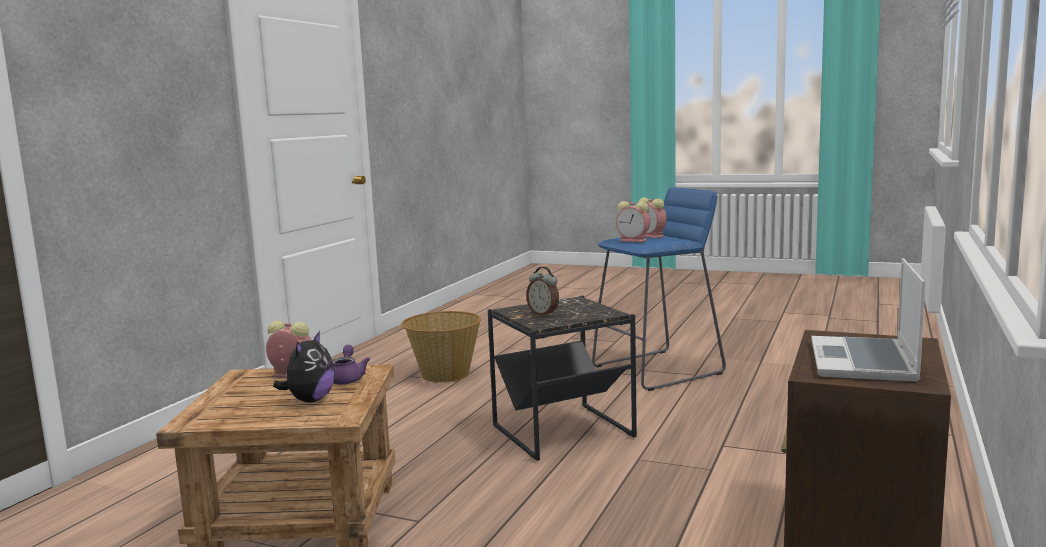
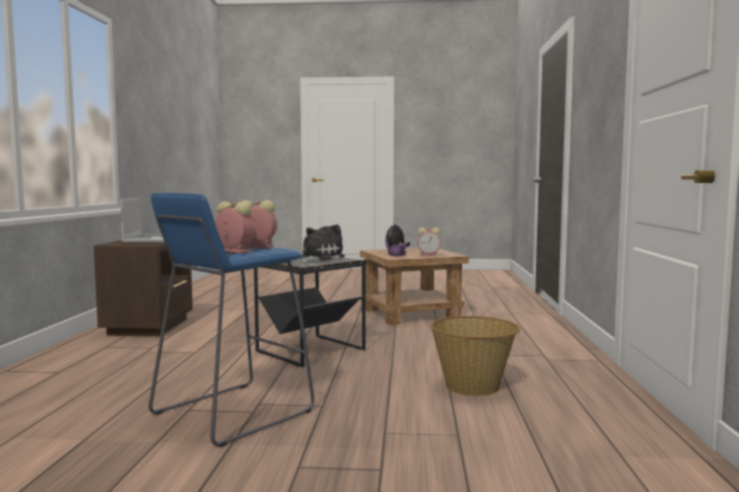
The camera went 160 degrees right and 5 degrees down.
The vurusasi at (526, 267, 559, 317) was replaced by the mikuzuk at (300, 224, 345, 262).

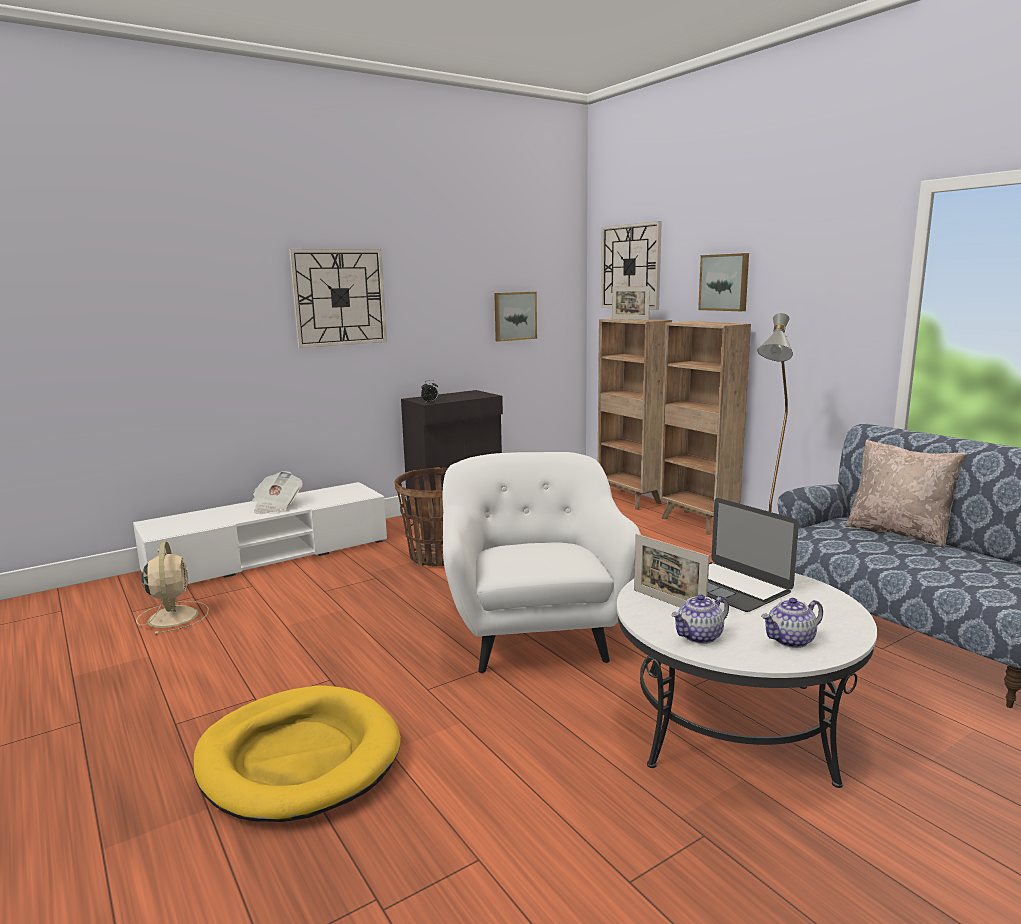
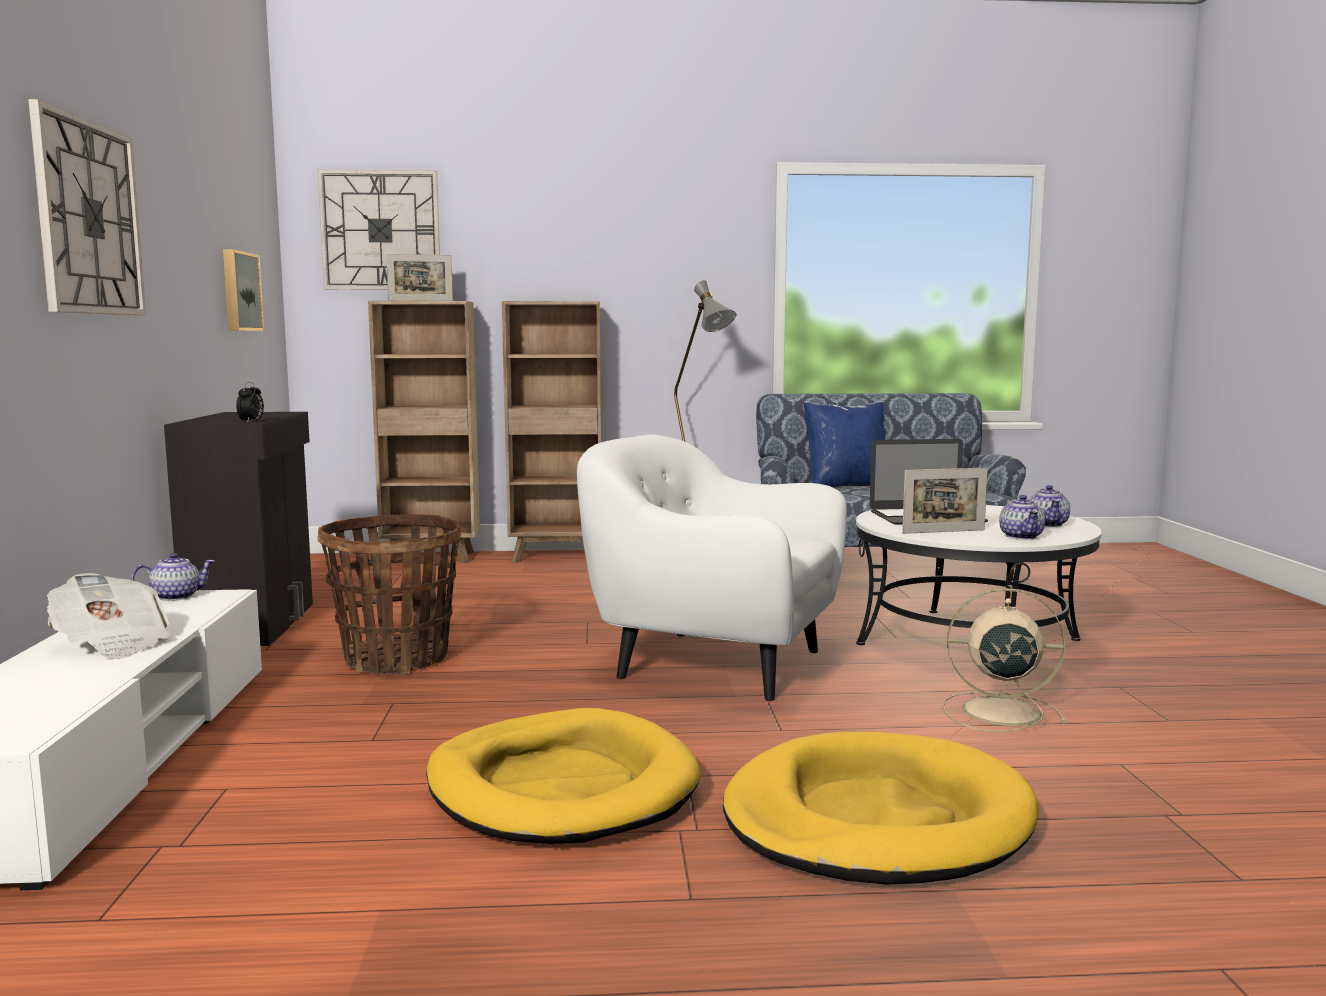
The camera went 60 degrees left and 5 degrees down.
The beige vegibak moved from (136, 541, 209, 635) to (942, 588, 1067, 732).
The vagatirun at (698, 253, 749, 311) disappeared.
The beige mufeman at (845, 439, 967, 549) became the blue mufeman at (803, 401, 886, 487).
The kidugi at (131, 553, 215, 601) appeared.
The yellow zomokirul at (426, 708, 700, 844) appeared.

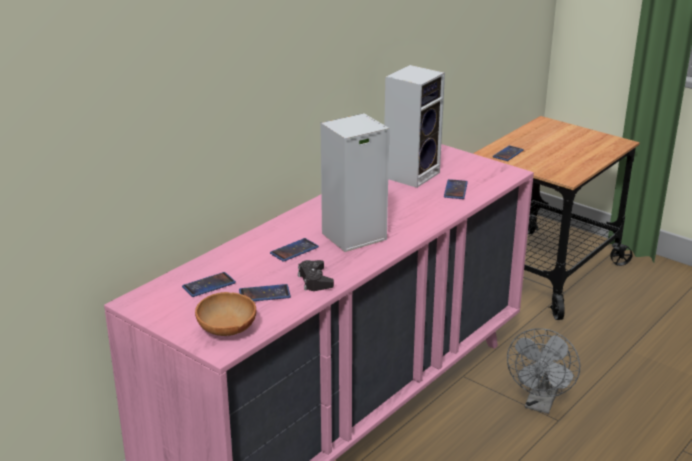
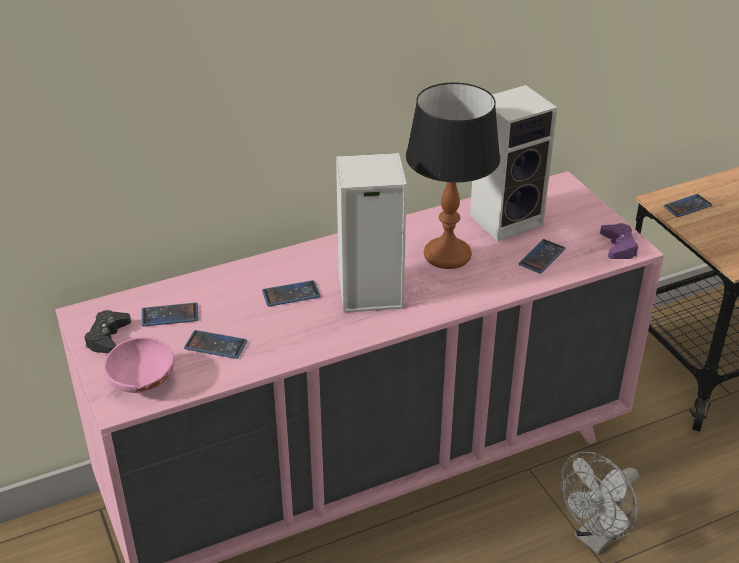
The camera went 25 degrees right and 10 degrees up.
The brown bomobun at (195, 292, 256, 336) became the pink bomobun at (104, 337, 175, 393).
The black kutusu moved from (298, 260, 334, 291) to (85, 310, 131, 353).
The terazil at (406, 82, 500, 269) appeared.
The purple kutusu at (600, 223, 638, 259) appeared.

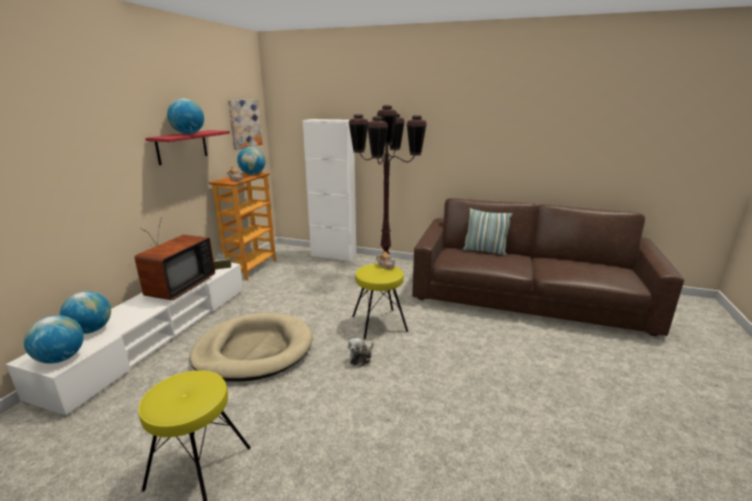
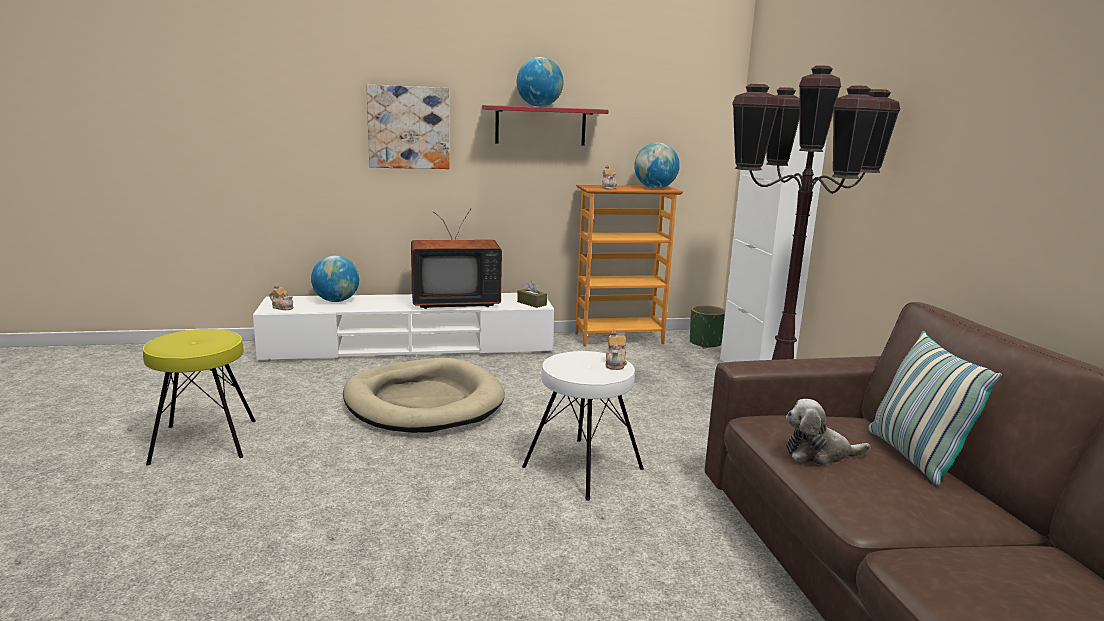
The camera went 60 degrees right and 5 degrees down.
The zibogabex at (24, 315, 84, 364) was replaced by the kidugi at (269, 284, 294, 310).
The vagatirun moved from (228, 99, 262, 150) to (366, 85, 449, 169).
The mikuzuk moved from (348, 338, 374, 367) to (786, 399, 870, 466).
The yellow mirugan at (352, 264, 408, 340) became the white mirugan at (522, 351, 644, 501).
The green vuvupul at (690, 305, 725, 348) appeared.

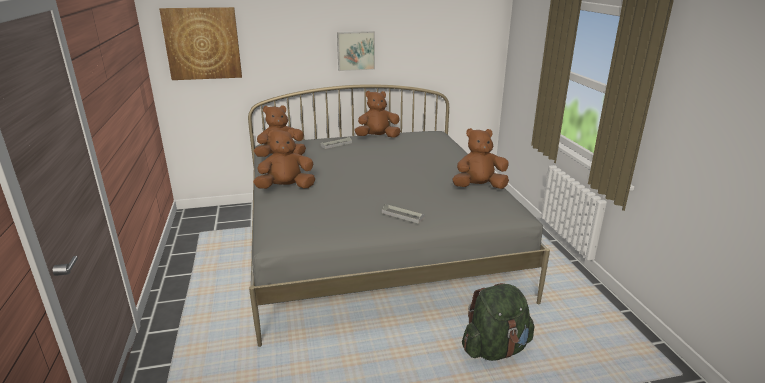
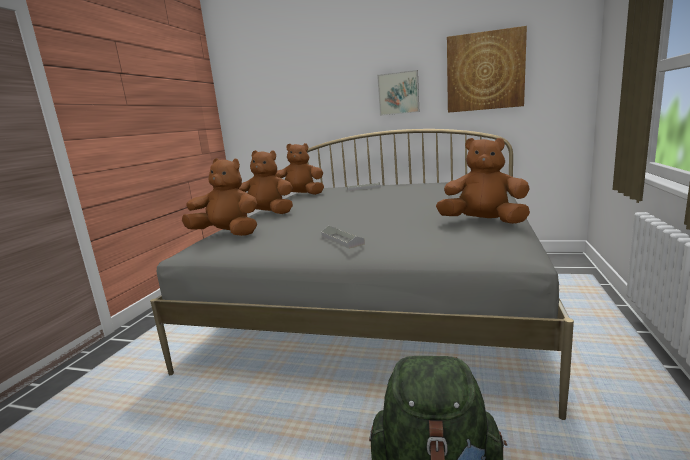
The camera went 30 degrees right and 10 degrees down.
The vagatirun moved from (159, 7, 242, 80) to (447, 26, 527, 113).
The brown mikuzuk moved from (355, 91, 401, 138) to (182, 158, 257, 236).

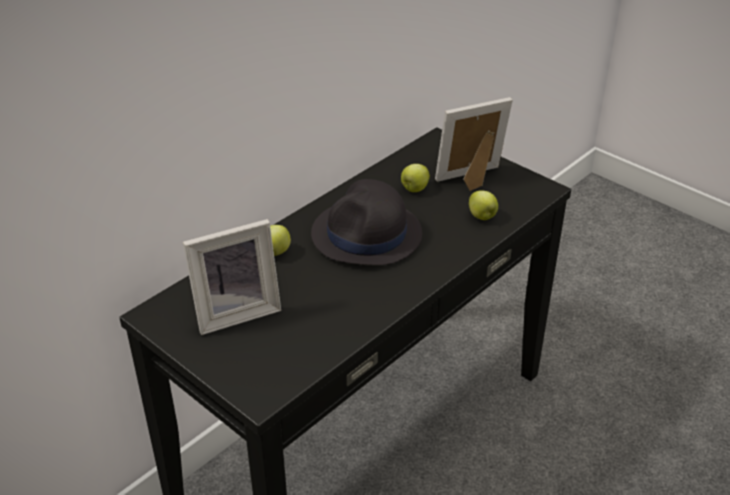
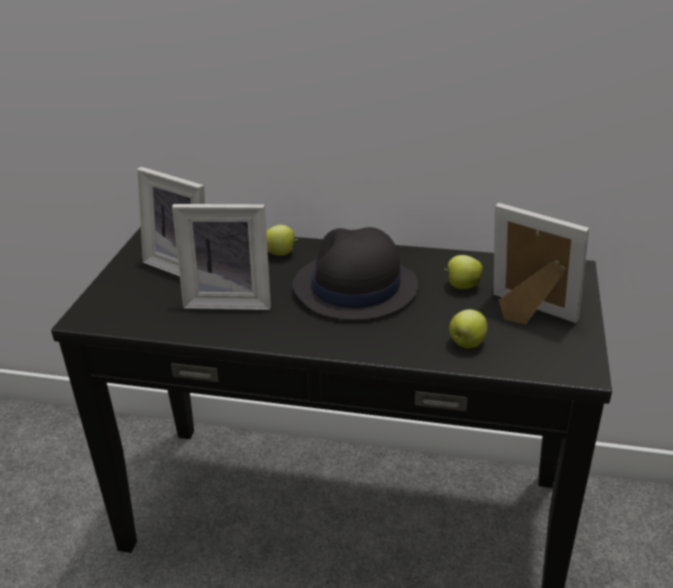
The camera went 60 degrees right and 5 degrees down.
The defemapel at (172, 204, 271, 310) appeared.

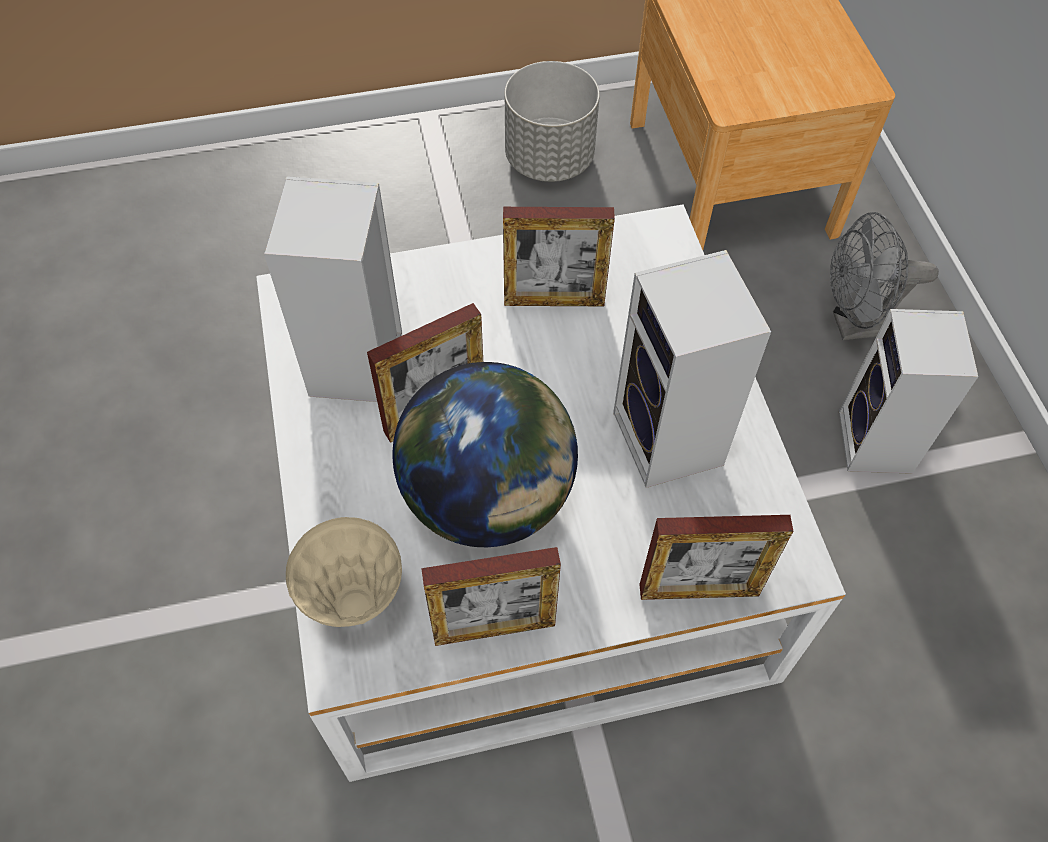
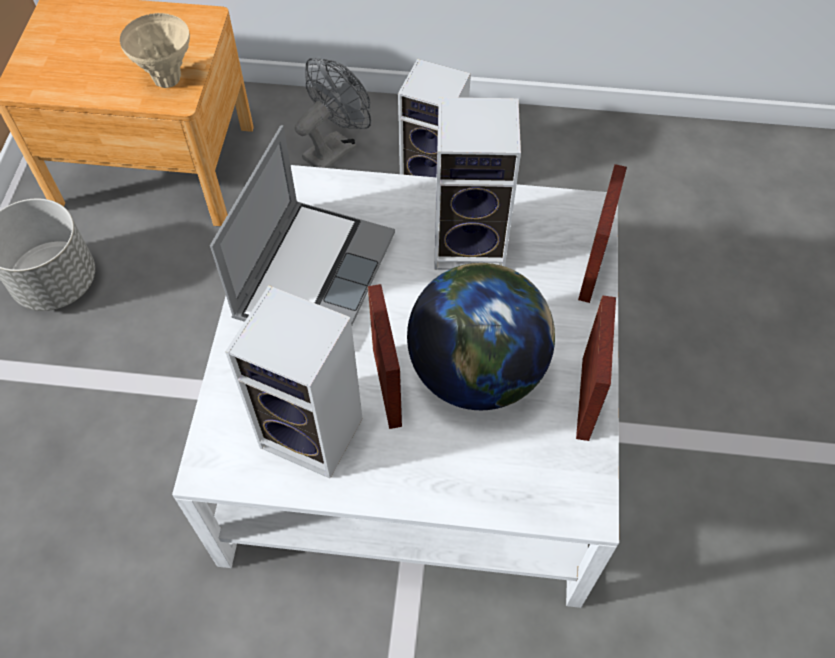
The camera went 70 degrees left and 0 degrees up.
The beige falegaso moved from (286, 517, 402, 627) to (120, 13, 190, 88).
The defemapel at (503, 207, 615, 306) was replaced by the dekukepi at (210, 125, 395, 325).
The grey vegibak at (830, 212, 939, 340) turned 150 degrees counterclockwise.

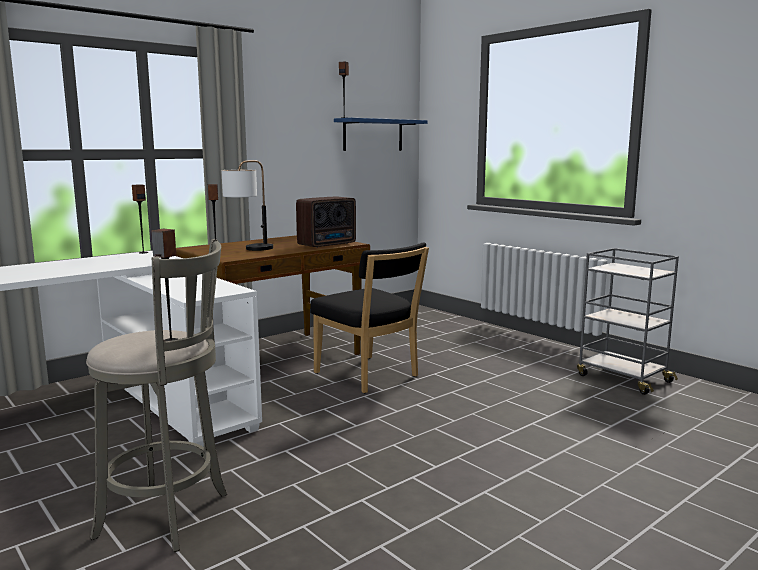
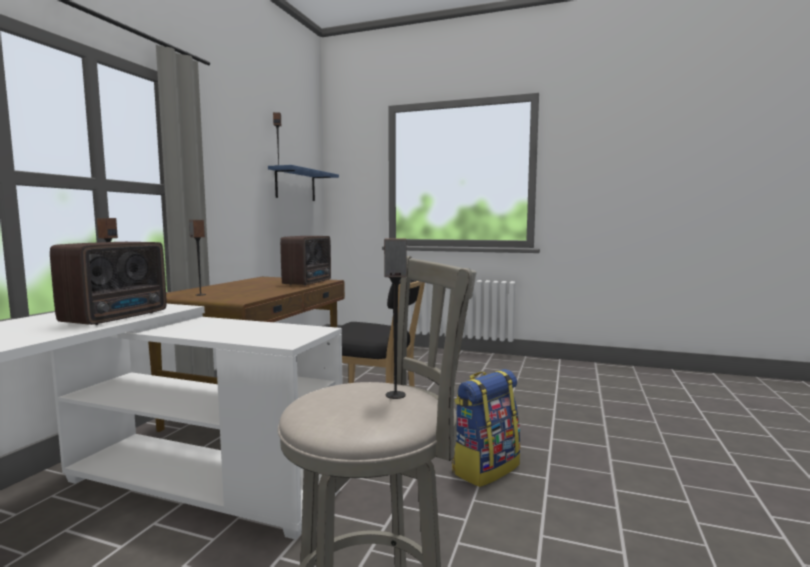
The camera went 30 degrees left and 5 degrees down.
The terazil at (221, 160, 273, 251) disappeared.
The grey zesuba at (577, 248, 679, 395) disappeared.
The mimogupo at (50, 242, 166, 325) appeared.
The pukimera at (452, 369, 521, 487) appeared.

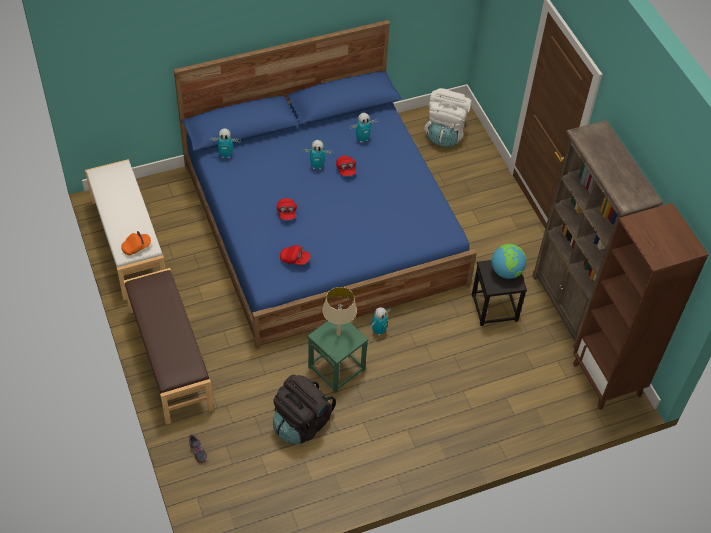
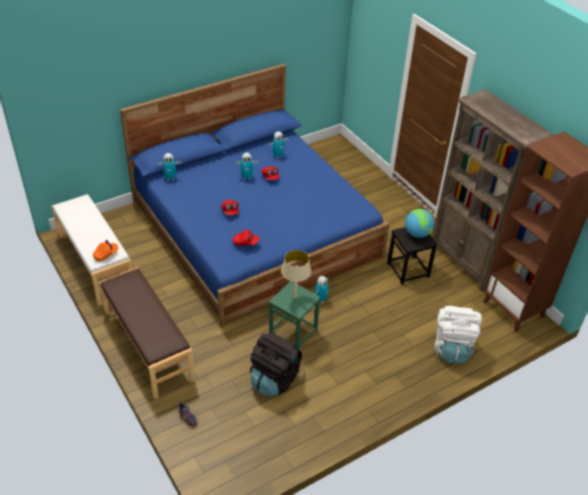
The camera went 10 degrees left and 10 degrees down.
The white pukimera moved from (424, 88, 472, 147) to (434, 306, 482, 364).

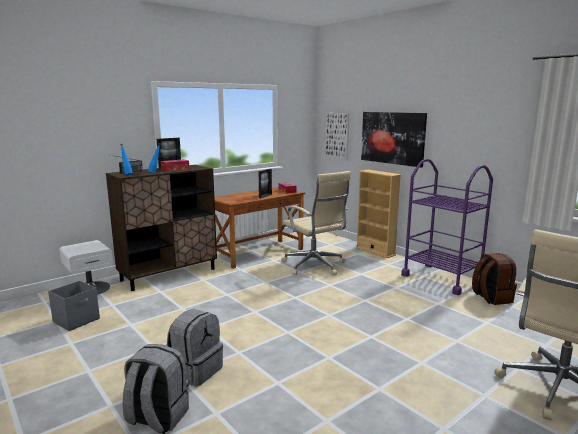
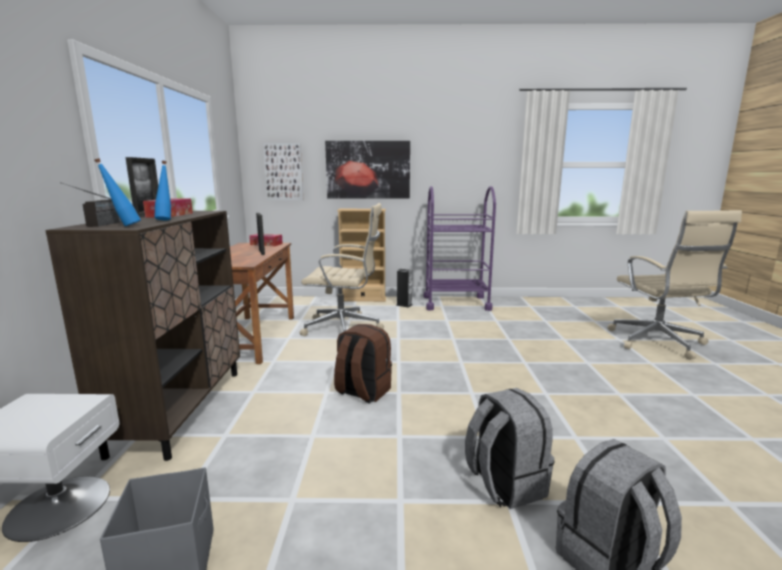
The camera went 50 degrees left and 0 degrees up.
The brown pukimera moved from (472, 253, 517, 305) to (334, 324, 392, 403).
The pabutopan at (396, 269, 413, 308) appeared.

